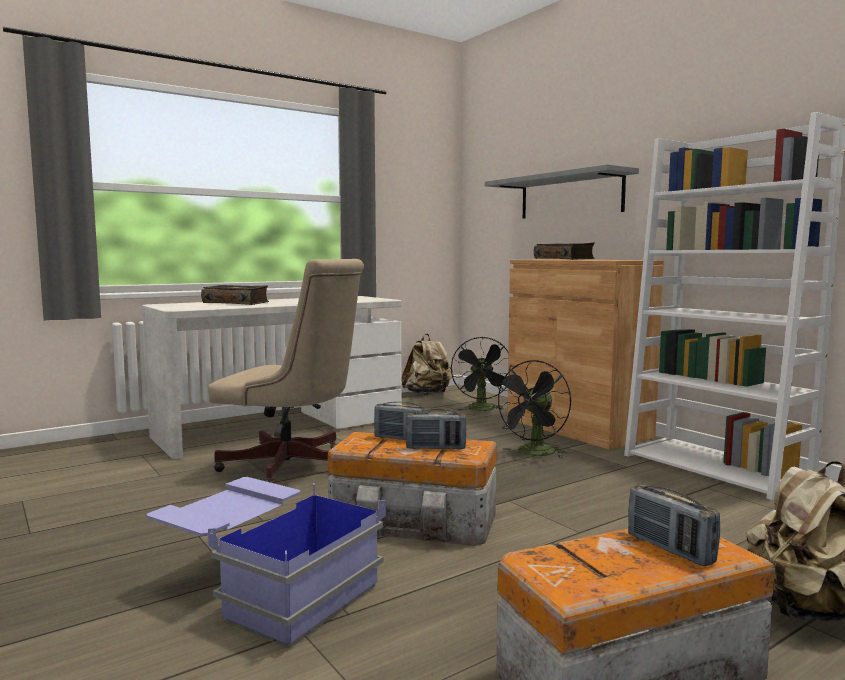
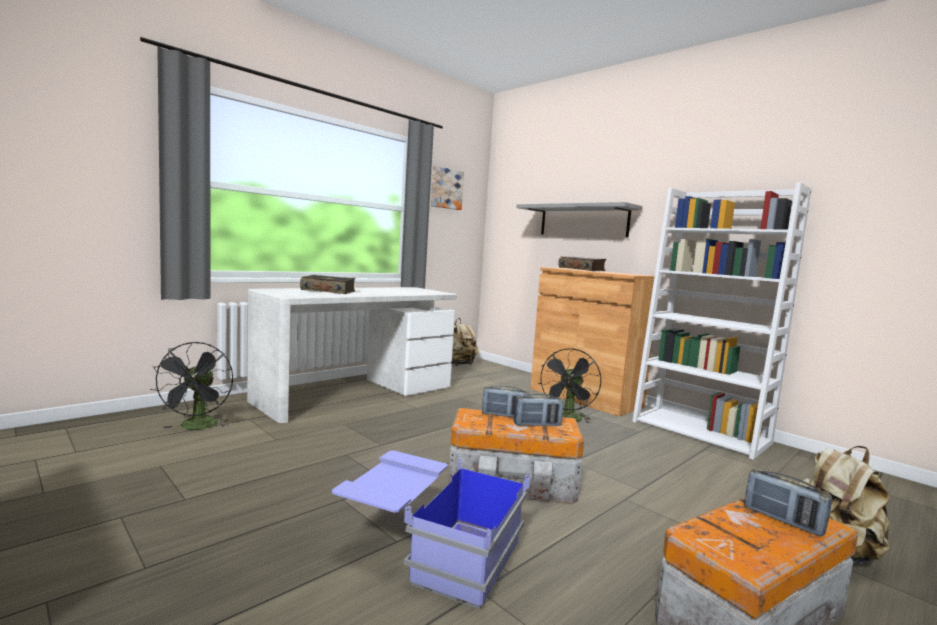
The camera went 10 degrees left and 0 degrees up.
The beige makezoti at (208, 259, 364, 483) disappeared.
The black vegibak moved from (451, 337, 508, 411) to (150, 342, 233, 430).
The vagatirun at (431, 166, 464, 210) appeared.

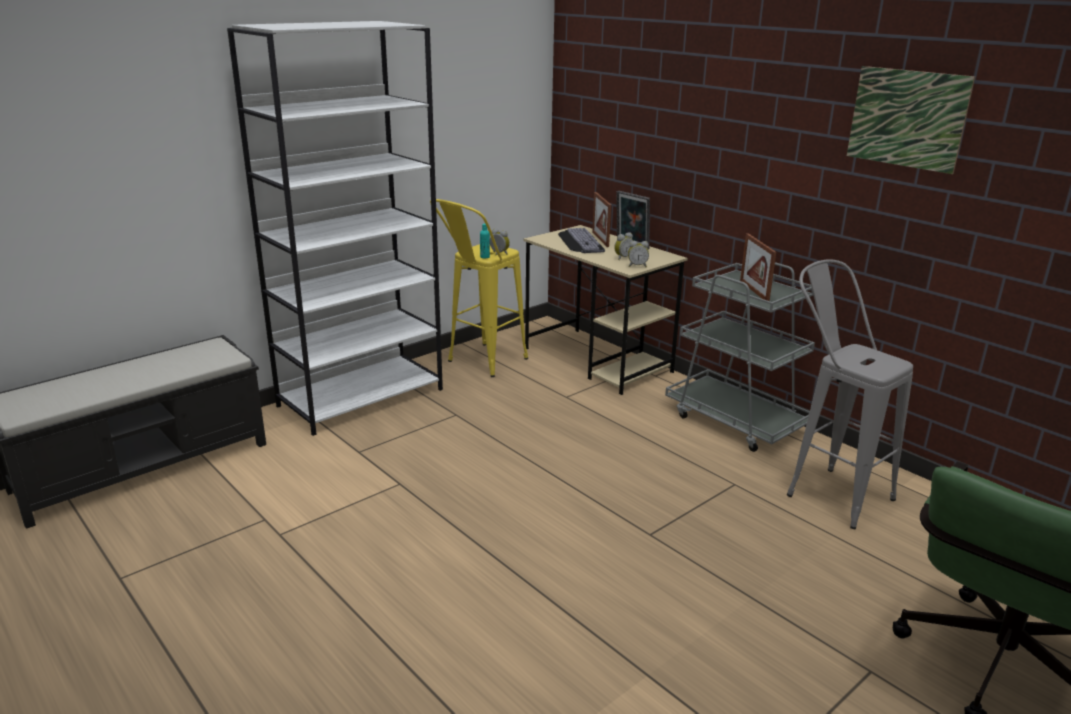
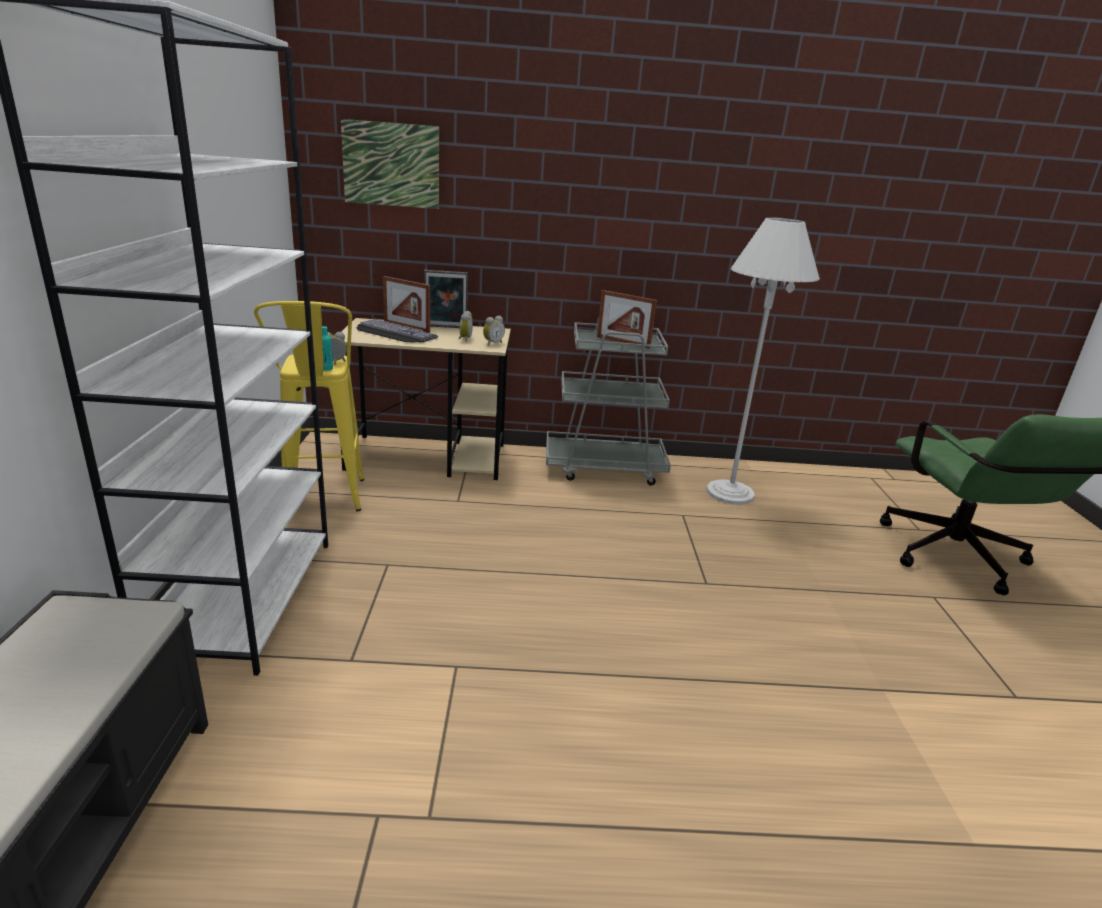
The camera went 50 degrees left and 0 degrees up.
The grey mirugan at (787, 259, 913, 529) was replaced by the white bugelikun at (706, 217, 820, 505).
The vagatirun moved from (847, 66, 975, 174) to (341, 119, 439, 209).

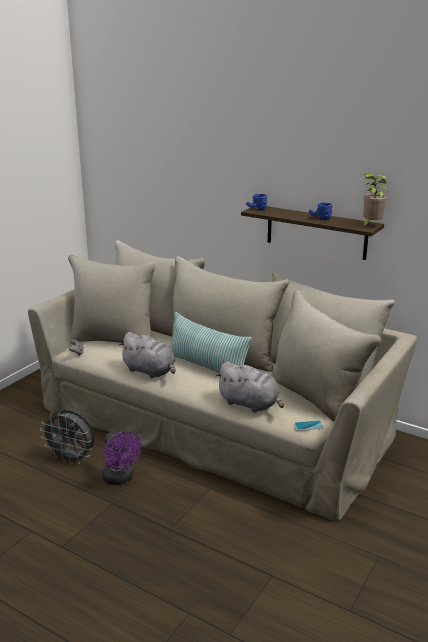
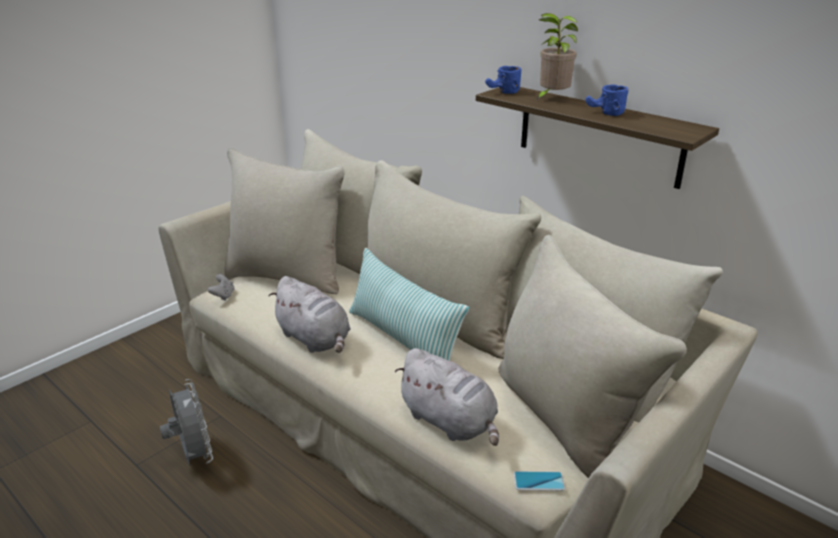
The camera went 10 degrees right and 5 degrees up.
The grey vegibak at (40, 410, 95, 465) turned 150 degrees counterclockwise.
The purple vegibak at (102, 431, 141, 485) disappeared.
The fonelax moved from (363, 173, 388, 227) to (535, 13, 578, 101).

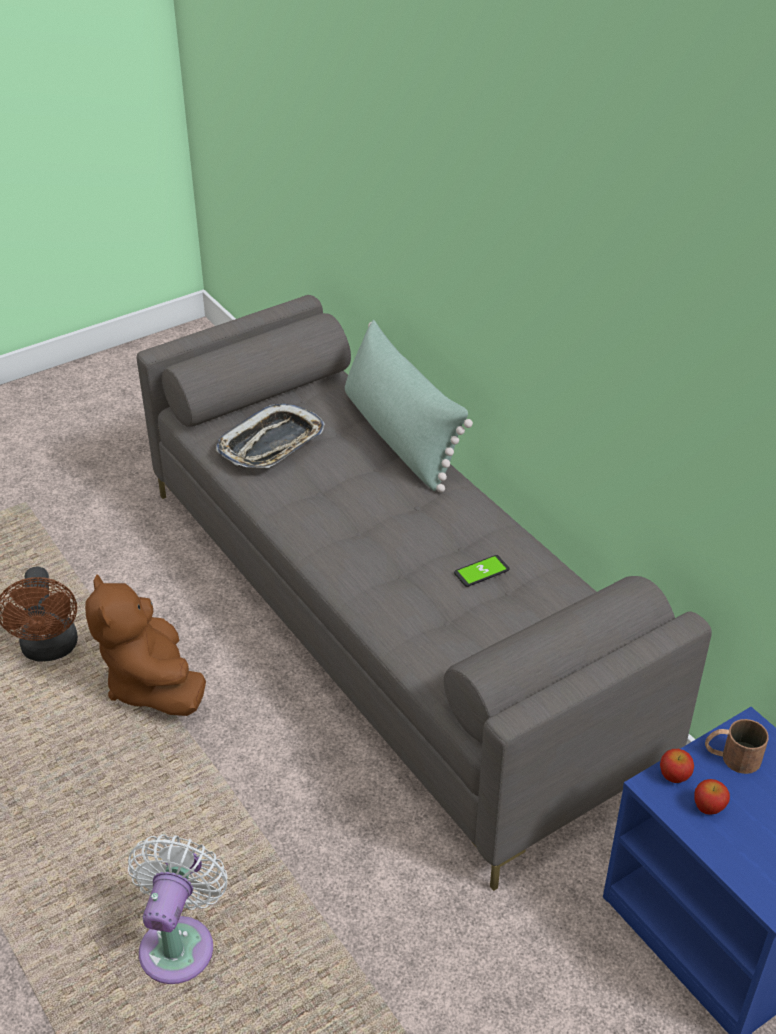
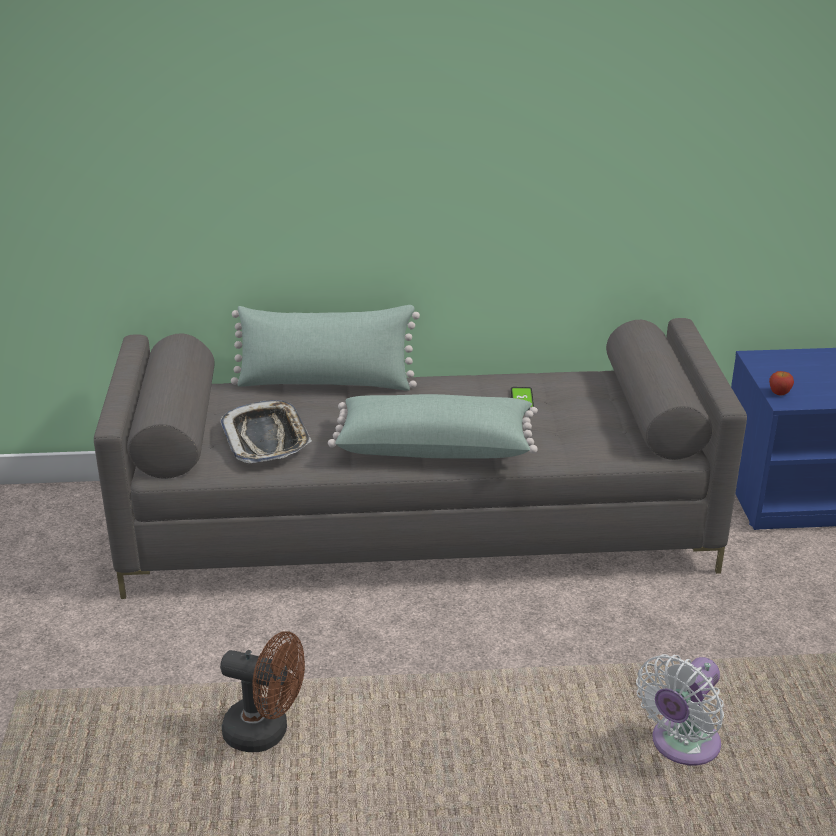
The camera went 60 degrees left and 10 degrees down.
The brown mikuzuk at (85, 575, 206, 716) disappeared.
The white vegibak at (128, 835, 228, 984) turned 90 degrees counterclockwise.
The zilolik at (694, 779, 730, 815) disappeared.
The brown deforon at (705, 719, 769, 774) disappeared.
The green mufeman at (328, 394, 538, 458) appeared.

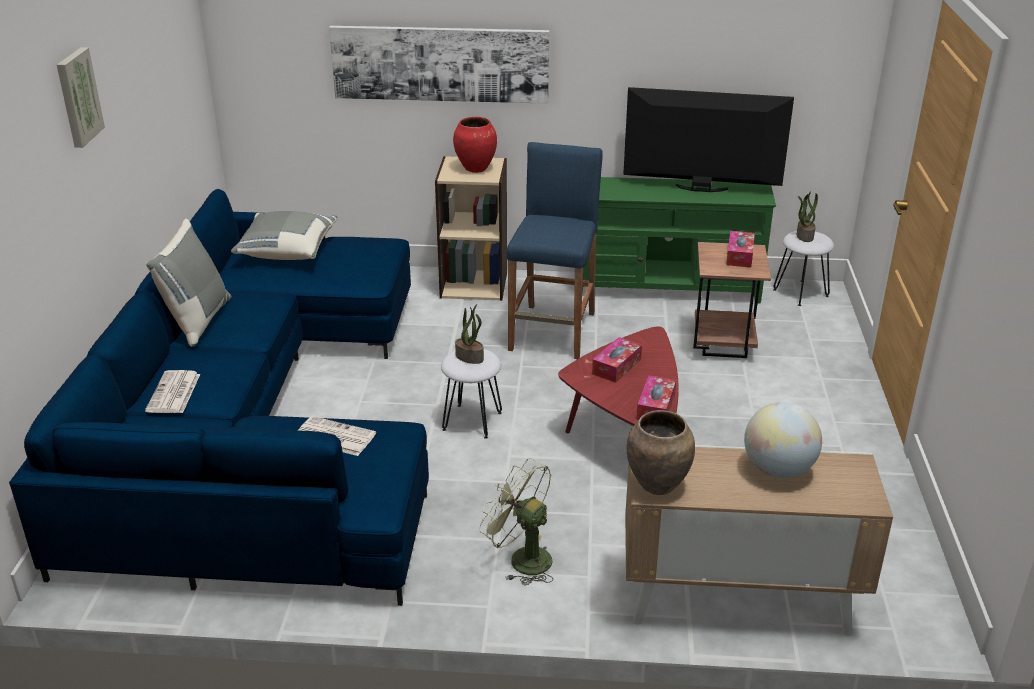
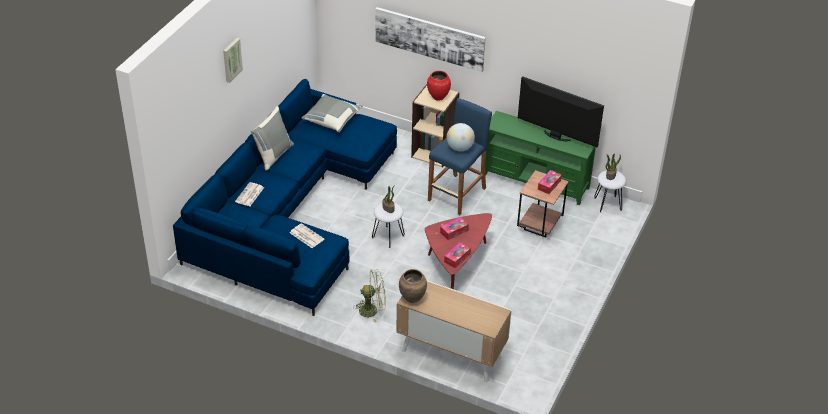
The camera went 20 degrees right and 10 degrees up.
The green vegibak at (479, 458, 553, 586) turned 120 degrees clockwise.
The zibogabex moved from (744, 402, 822, 478) to (447, 123, 475, 151).

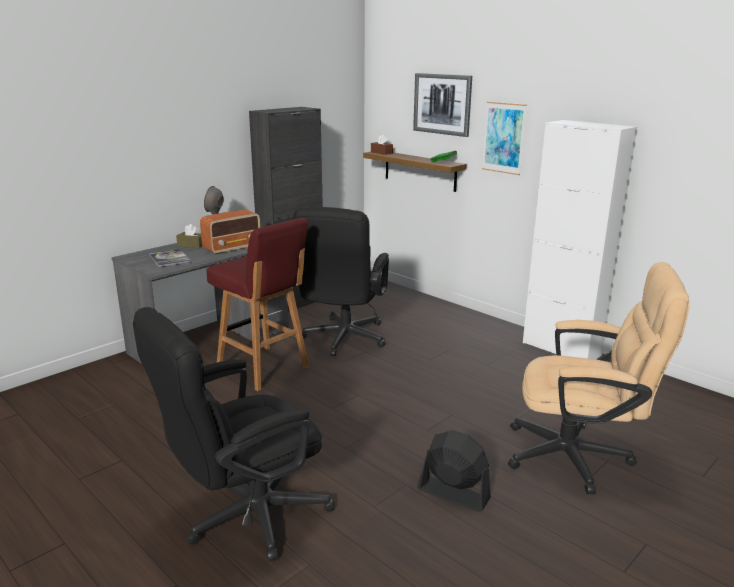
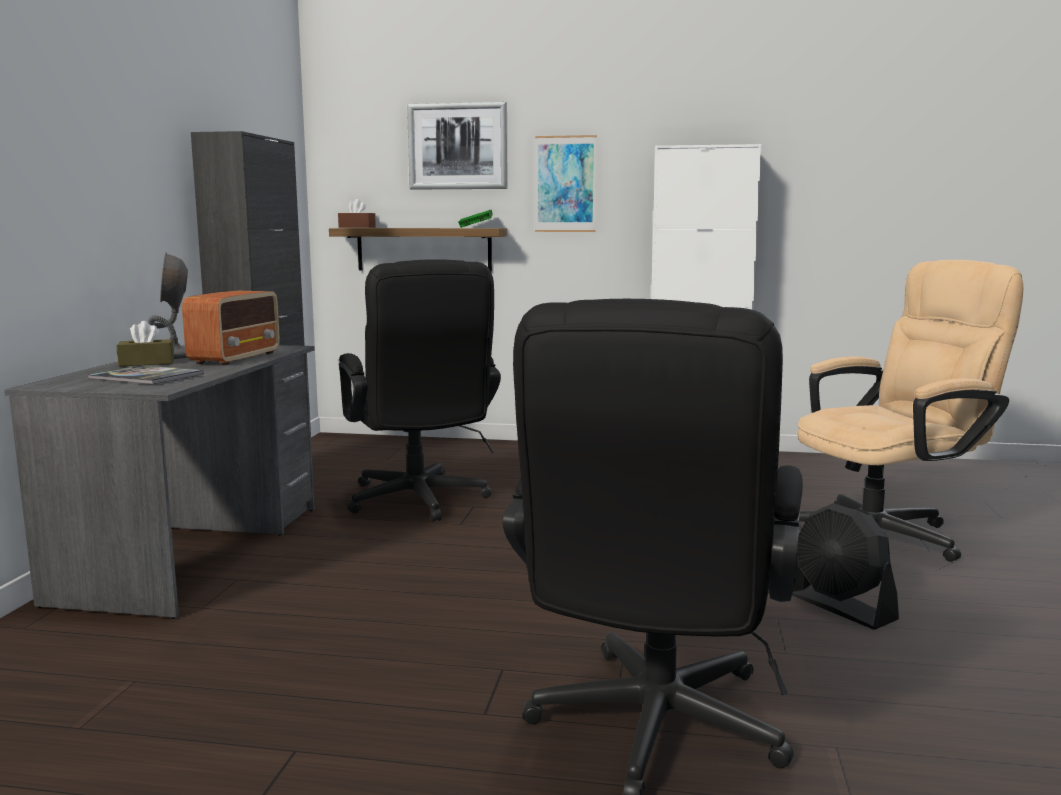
The camera went 35 degrees left and 10 degrees down.
The red mirugan at (206, 218, 309, 391) disappeared.
The black vegibak at (417, 430, 491, 511) turned 120 degrees counterclockwise.

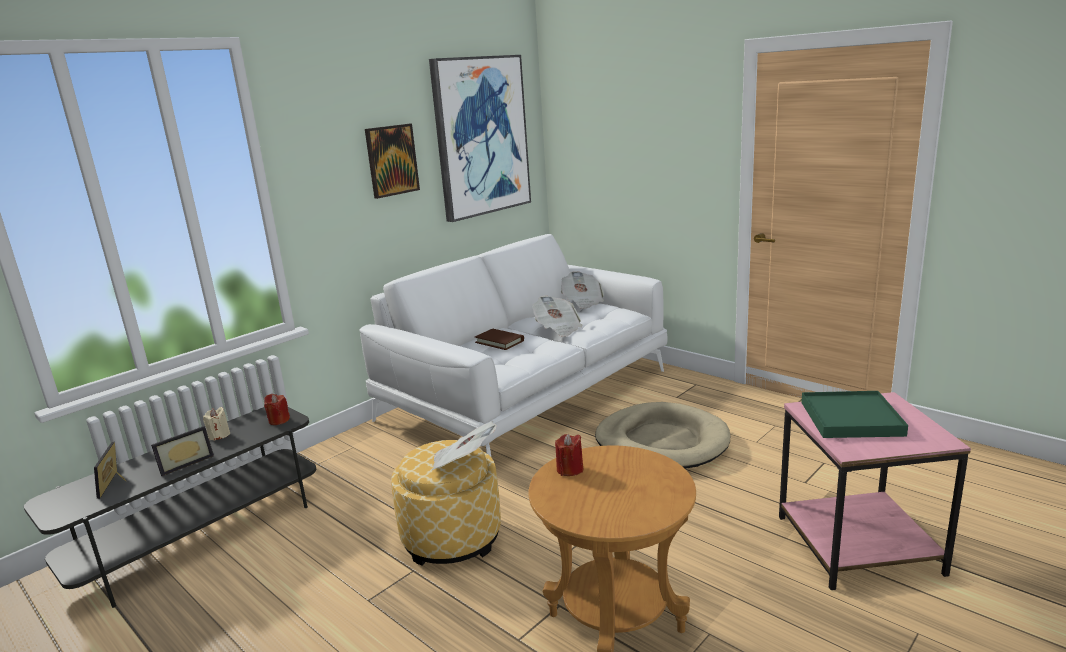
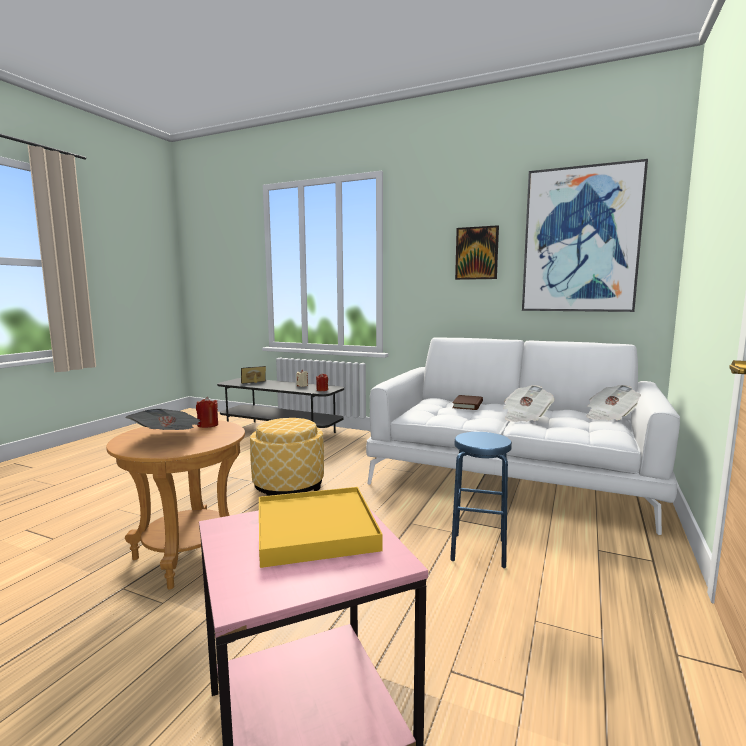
The camera went 70 degrees right and 10 degrees down.
The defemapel at (151, 426, 214, 476) disappeared.
The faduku moved from (432, 421, 497, 470) to (126, 409, 201, 430).
The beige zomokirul at (595, 402, 730, 469) was replaced by the blue mirugan at (450, 432, 512, 568).
The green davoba at (801, 391, 908, 438) became the yellow davoba at (259, 487, 382, 568).

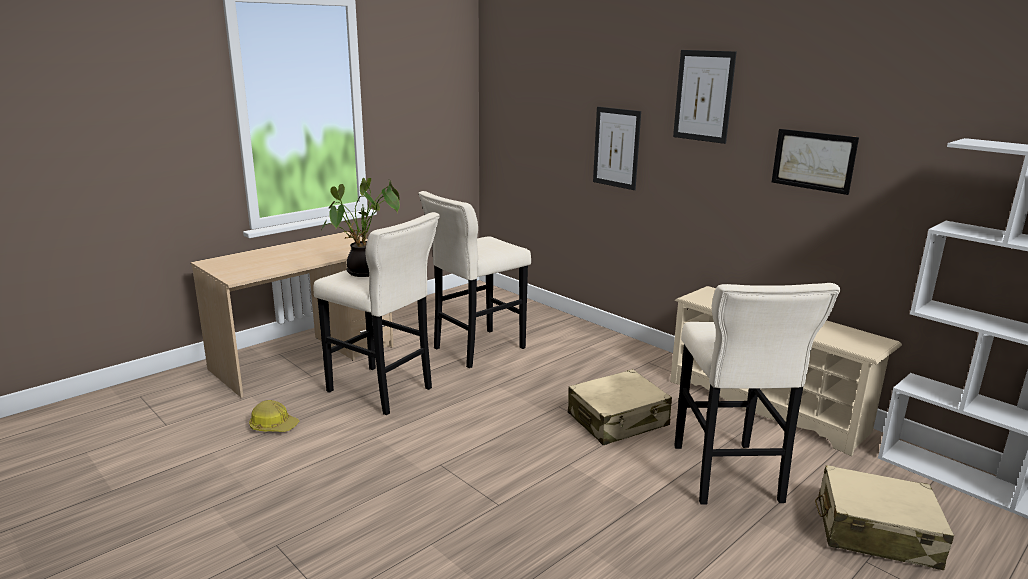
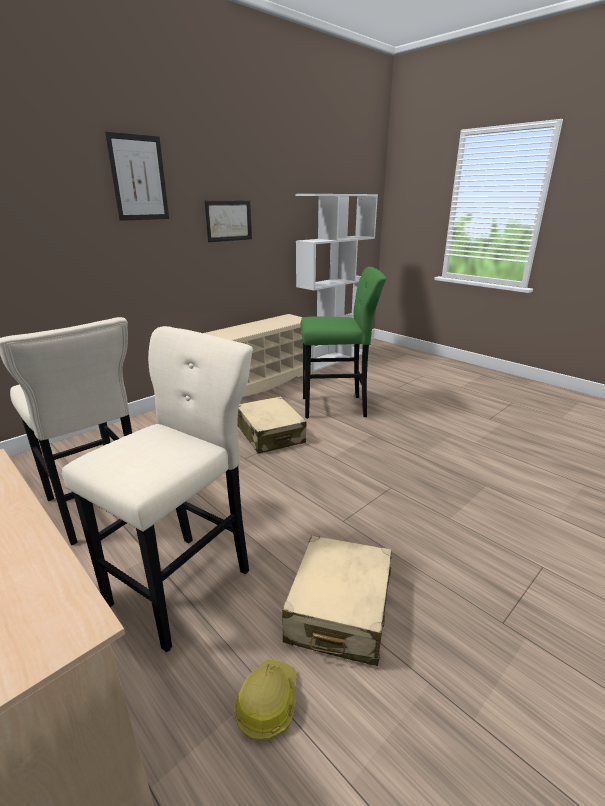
The camera went 90 degrees left and 5 degrees up.
The fonelax at (321, 178, 400, 277) disappeared.
The vagatirun at (593, 107, 641, 190) disappeared.
The beige mirugan at (674, 283, 840, 505) became the green mirugan at (300, 267, 387, 419).
The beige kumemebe moved from (815, 465, 954, 570) to (282, 535, 392, 666).

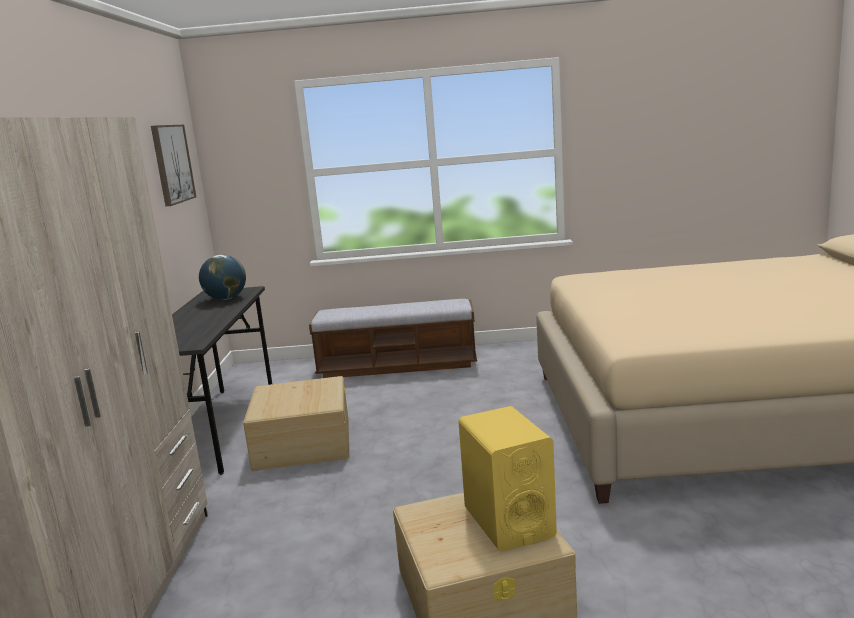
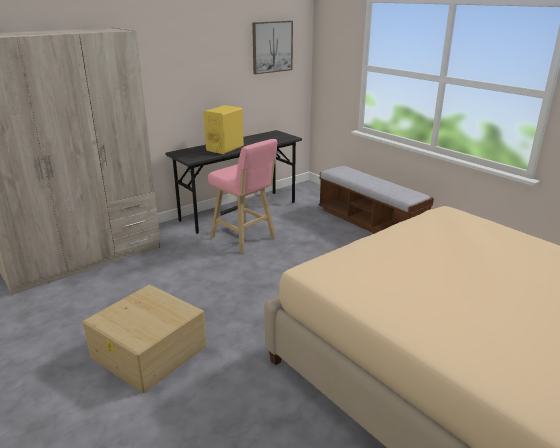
The camera went 50 degrees right and 10 degrees up.
The zibogabex at (199, 255, 246, 300) disappeared.
The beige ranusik at (243, 376, 349, 471) was replaced by the pink mirugan at (208, 139, 277, 253).
The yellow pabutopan moved from (458, 406, 557, 552) to (203, 105, 244, 154).

